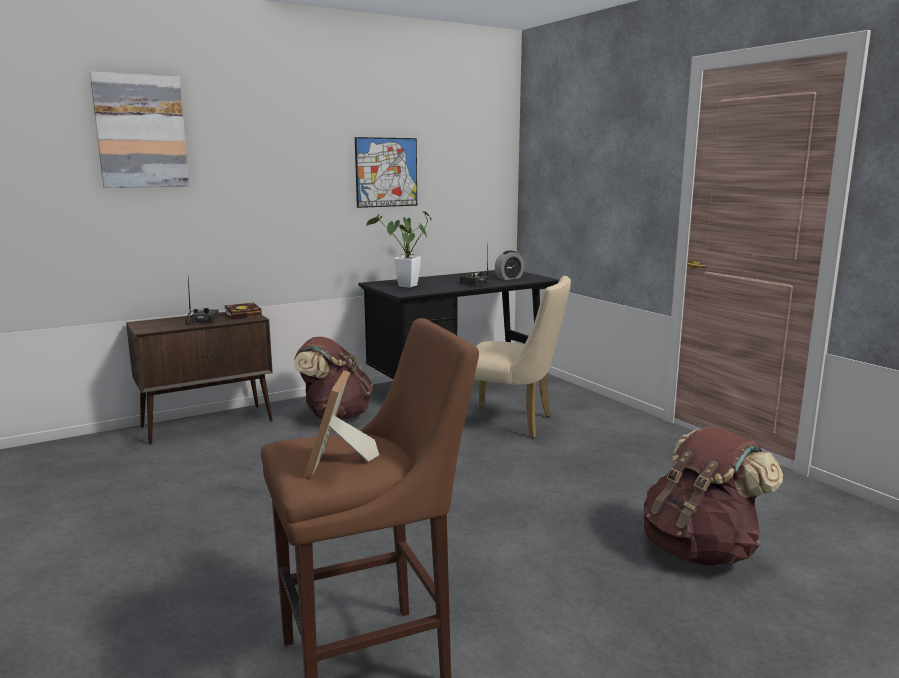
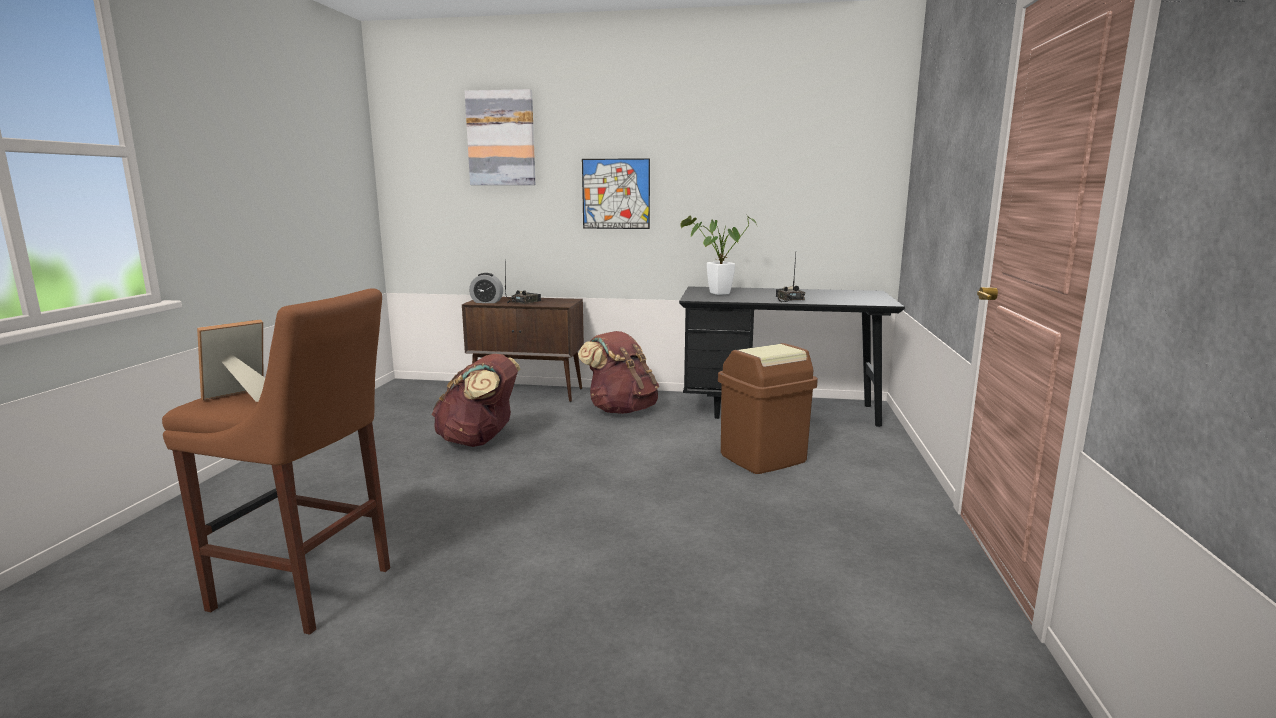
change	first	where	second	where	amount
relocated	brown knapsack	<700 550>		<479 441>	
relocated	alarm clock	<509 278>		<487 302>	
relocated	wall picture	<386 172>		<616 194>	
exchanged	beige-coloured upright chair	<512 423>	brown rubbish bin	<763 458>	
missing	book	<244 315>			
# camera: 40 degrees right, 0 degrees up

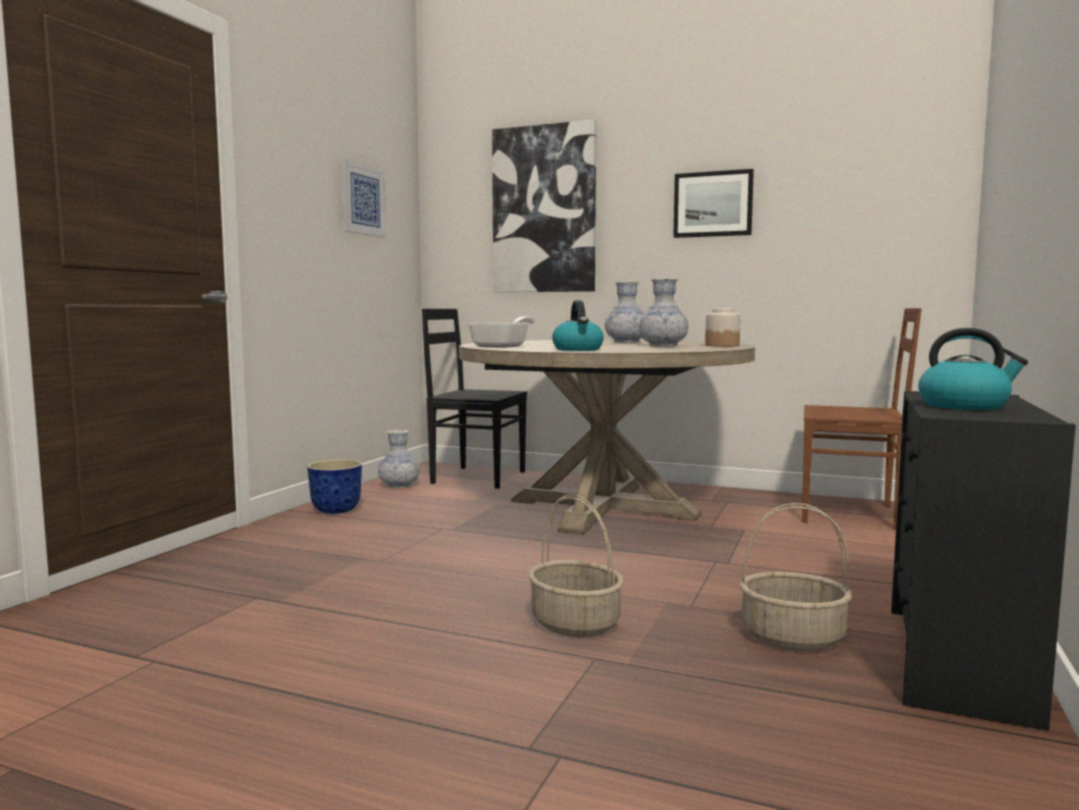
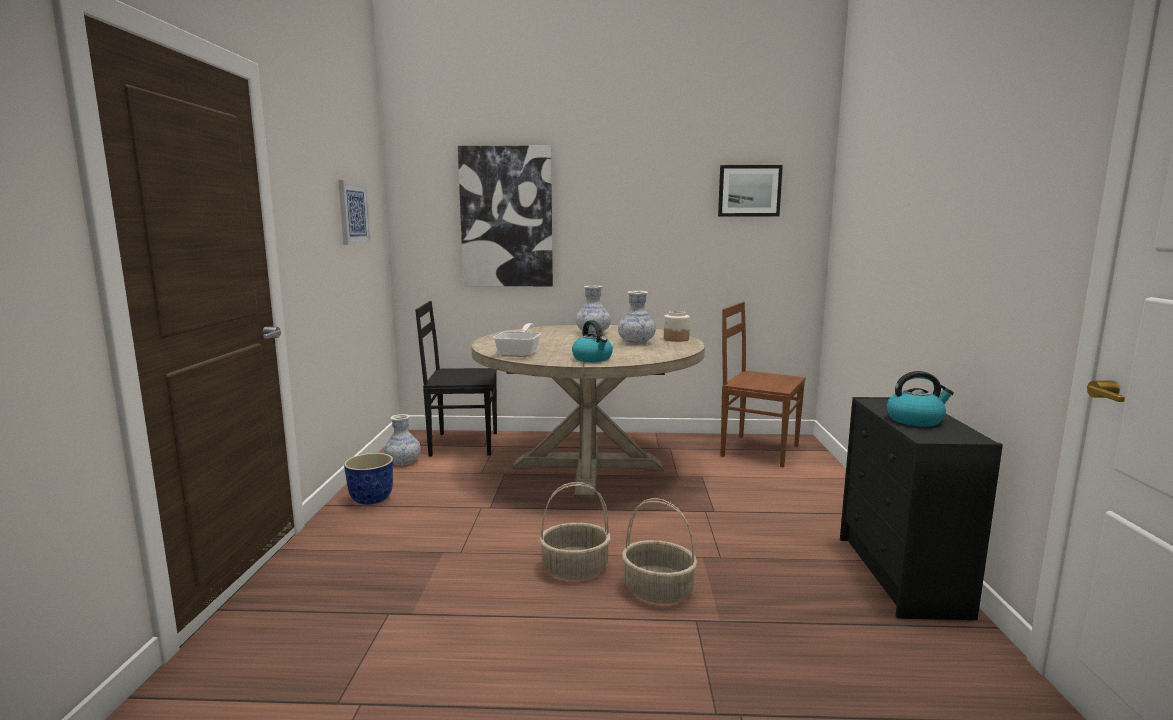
change	first	where	second	where	amount
relocated	storage basket	<793 637>		<575 568>	
relocated	wall picture	<713 204>		<749 191>	
spun	brown upright chair	<851 514>		<757 450>	150 degrees counterclockwise
# camera: 20 degrees left, 5 degrees up

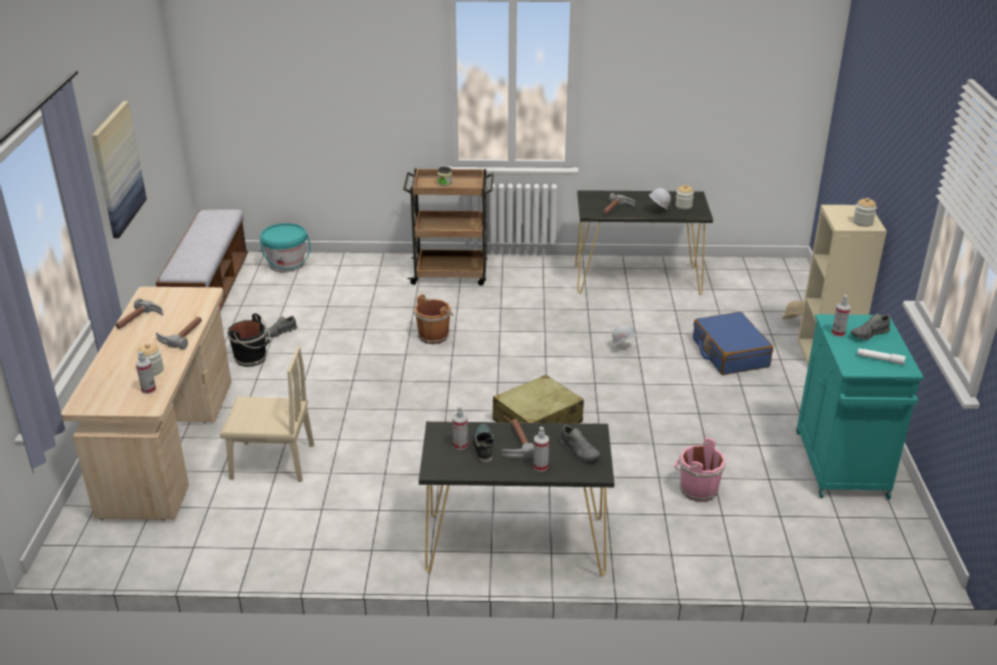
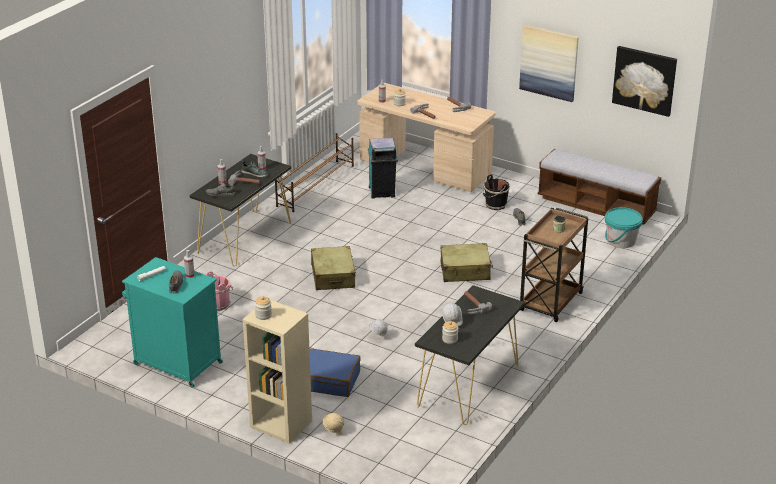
change	first	where	second	where	amount
appeared			brown shoe rack	<316 185>	
exchanged	beige-coloured upright chair	<272 461>	turquoise rubbish bin	<382 192>	
exchanged	brown bucket	<434 335>	beige-coloured suitcase	<465 271>	
appeared			wall picture	<644 80>	
# camera: 120 degrees right, 0 degrees up

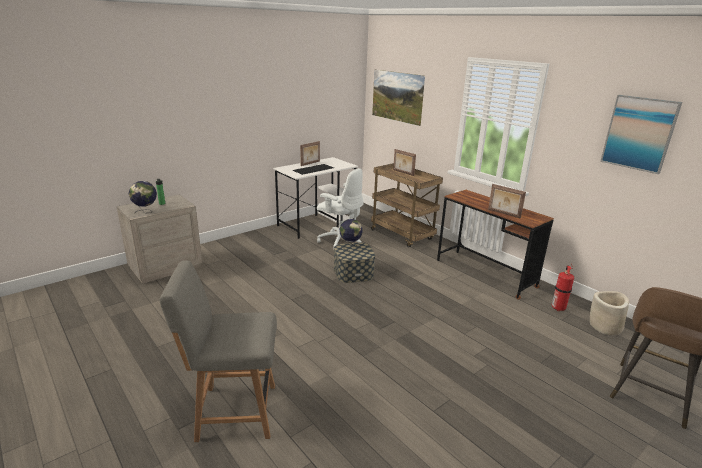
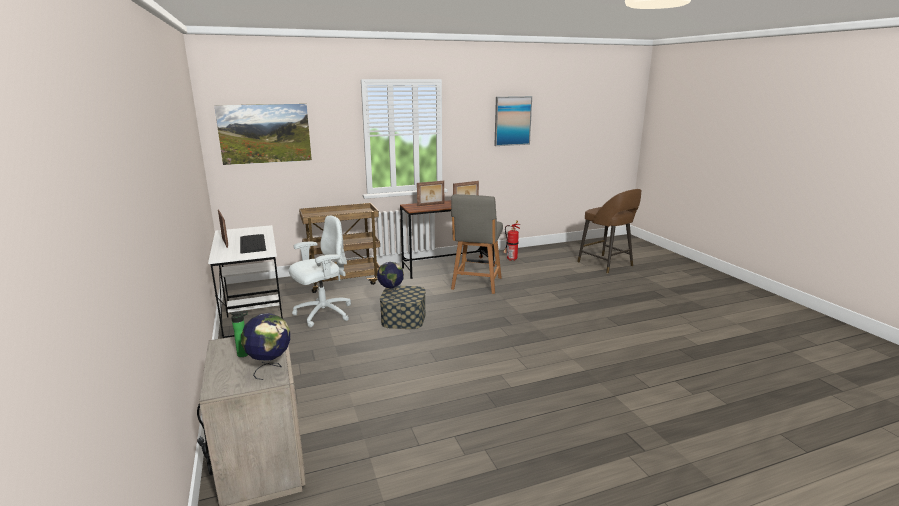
change	first	where	second	where	amount
relocated	standing frame	<403 173>		<431 205>	
relocated	greyish upright chair	<233 412>		<476 284>	
missing	beige-coloured flower pot	<605 327>			
# camera: 70 degrees left, 5 degrees down

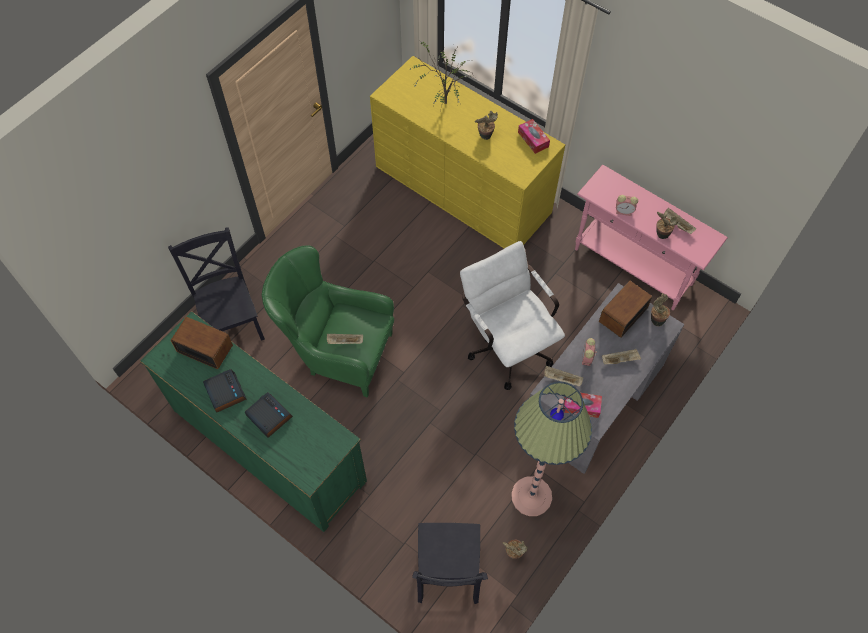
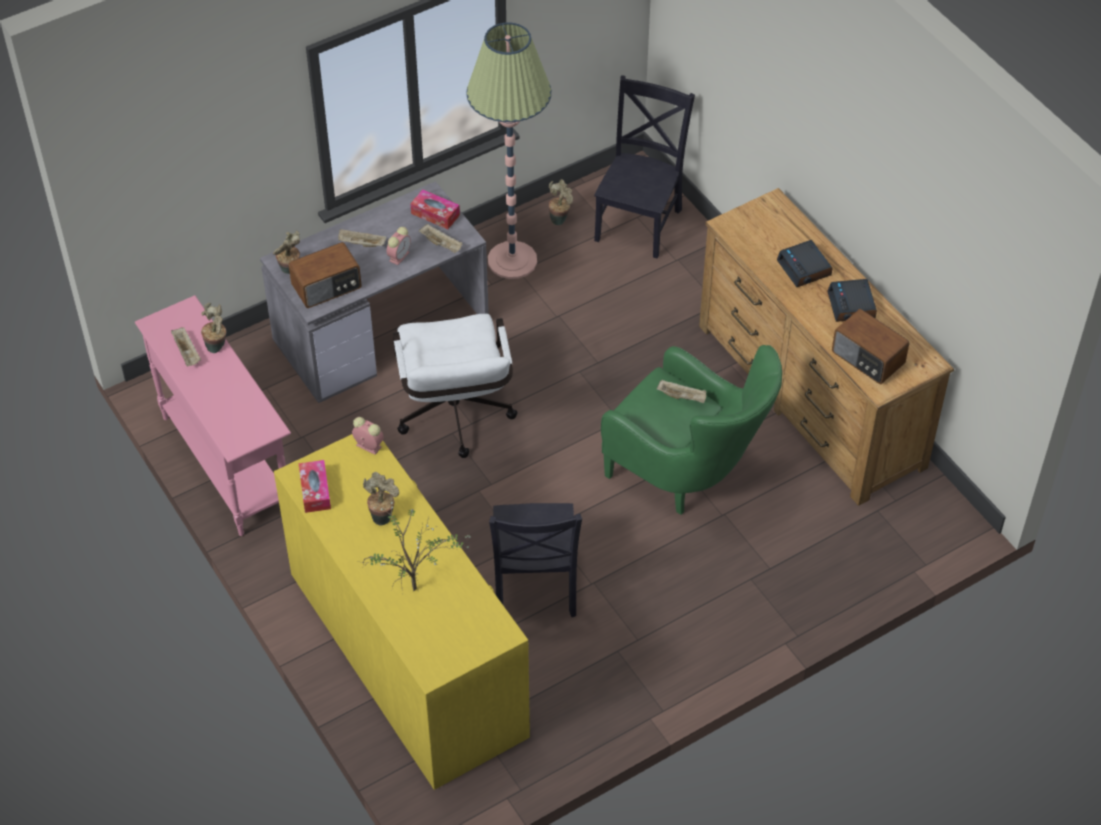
change	first	where	second	where	amount
relocated	alarm clock	<624 211>		<367 446>	
relocated	blackish upright chair	<232 322>		<534 587>	
colour	greenish drawer chest	<268 445>	brown drawer chest	<810 395>	
# camera: 160 degrees left, 10 degrees down

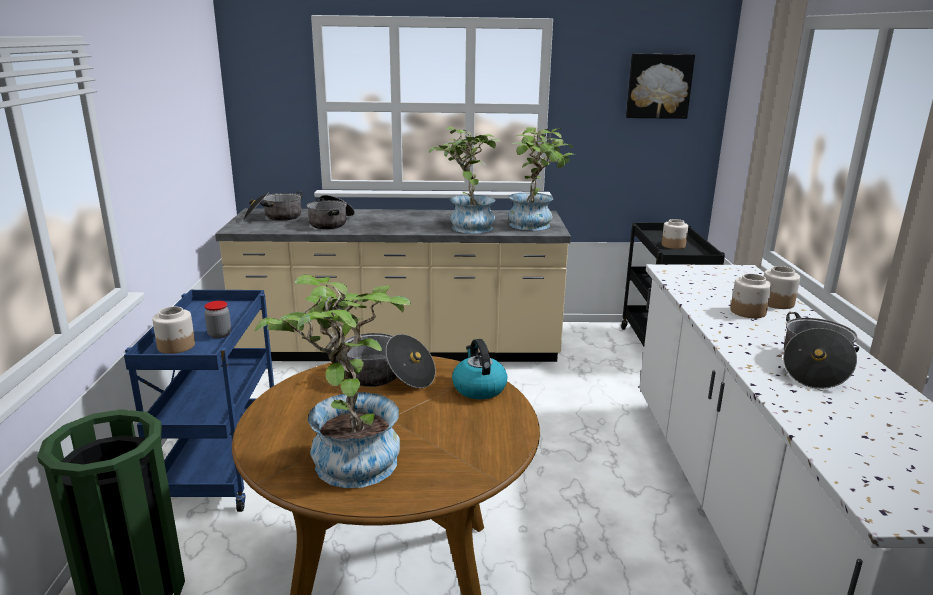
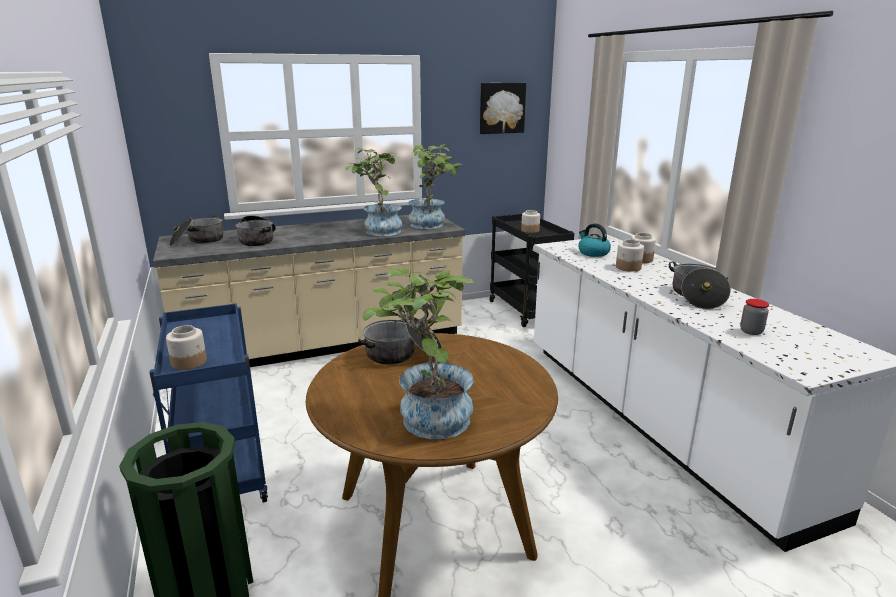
change	first	where	second	where	amount
relocated	water kettle	<478 388>		<593 253>	
relocated	storage jar	<219 335>		<751 331>	
# camera: 20 degrees left, 0 degrees up

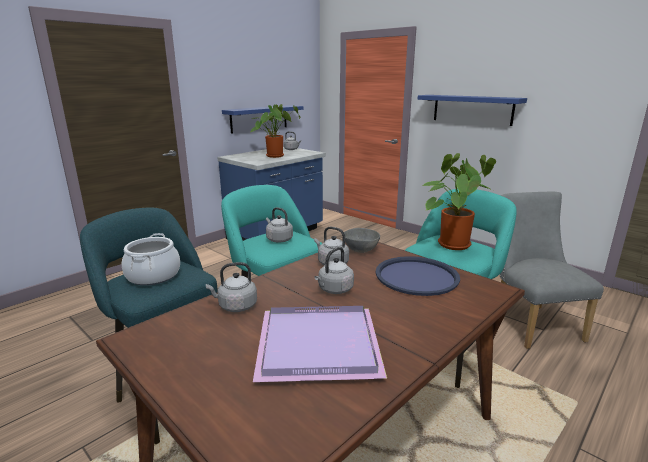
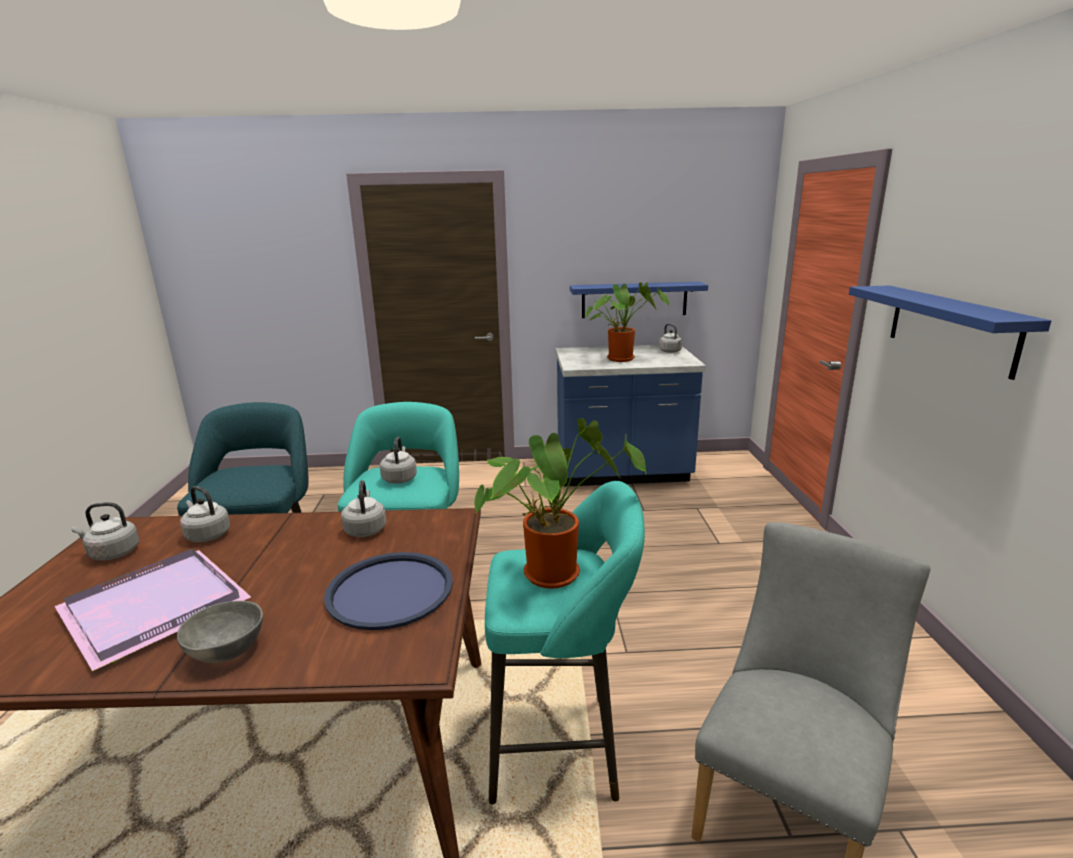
change	first	where	second	where	amount
relocated	greyish water kettle	<334 290>		<112 553>	
relocated	greyish bowl	<360 250>		<225 652>	
missing	cooking pot	<153 276>			
# camera: 45 degrees right, 0 degrees up

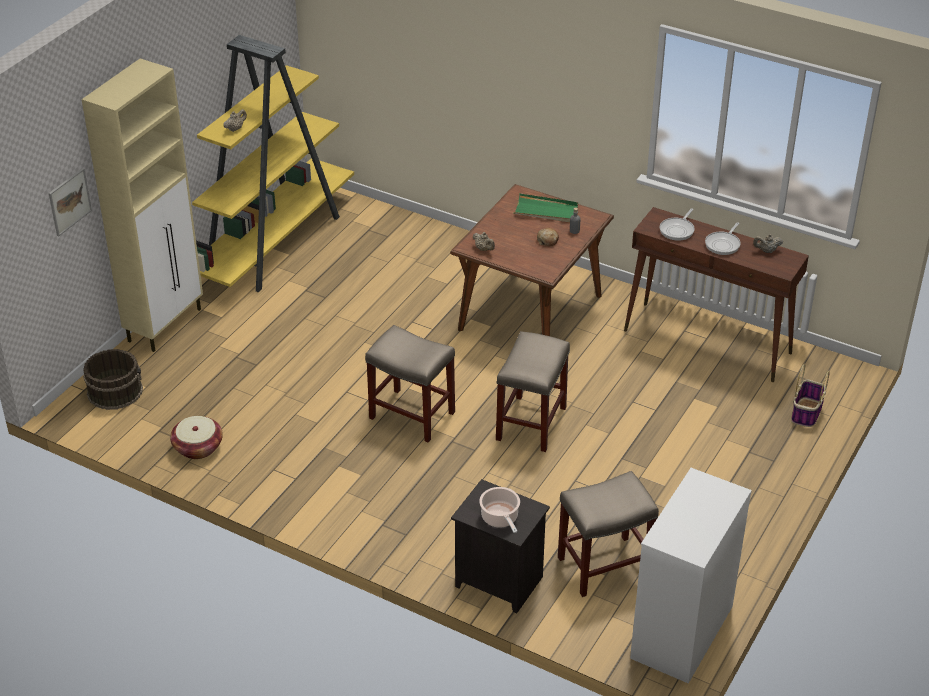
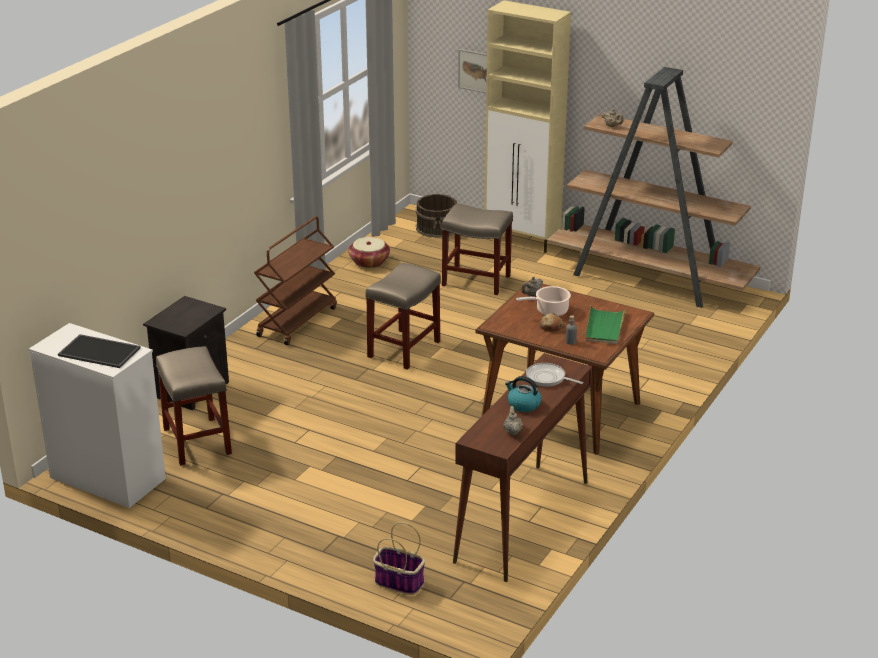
change	first	where	second	where	amount
appeared			tray	<100 351>	
appeared			brown cart	<297 321>	
relocated	beige-coloured stool seat	<531 422>		<477 281>	
exchanged	pan	<723 244>	water kettle	<523 404>	
relocated	cooking pot	<500 518>		<550 311>	
colour	yellowish bookshelf	<275 243>	brown bookshelf	<650 279>	
# camera: 90 degrees right, 10 degrees down

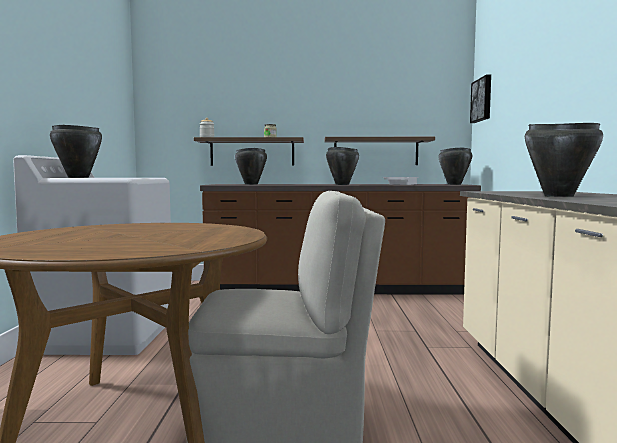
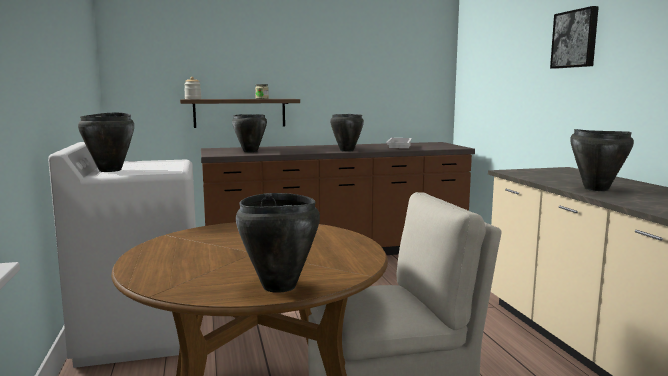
change	first	where	second	where	amount
relocated	blackish cooking pot	<454 184>		<278 286>	
relocated	wall picture	<482 100>		<575 39>	
missing	wall shelf	<376 152>			
# camera: 15 degrees left, 5 degrees up

